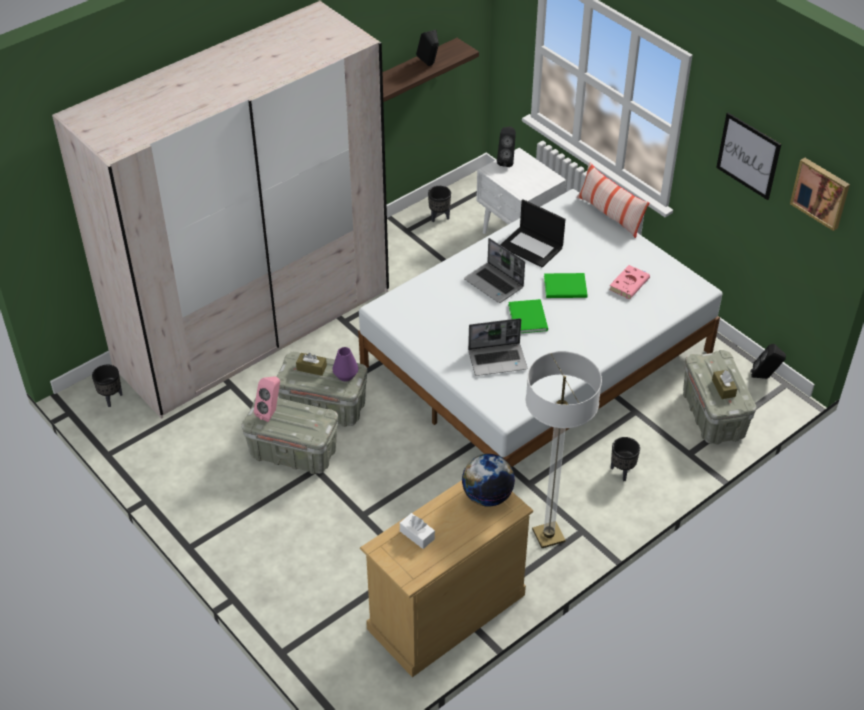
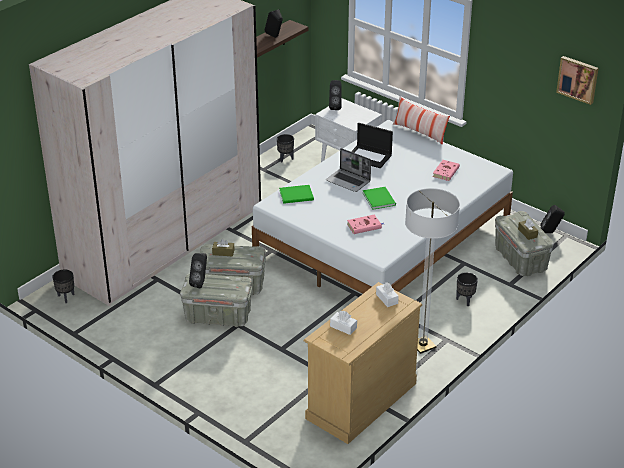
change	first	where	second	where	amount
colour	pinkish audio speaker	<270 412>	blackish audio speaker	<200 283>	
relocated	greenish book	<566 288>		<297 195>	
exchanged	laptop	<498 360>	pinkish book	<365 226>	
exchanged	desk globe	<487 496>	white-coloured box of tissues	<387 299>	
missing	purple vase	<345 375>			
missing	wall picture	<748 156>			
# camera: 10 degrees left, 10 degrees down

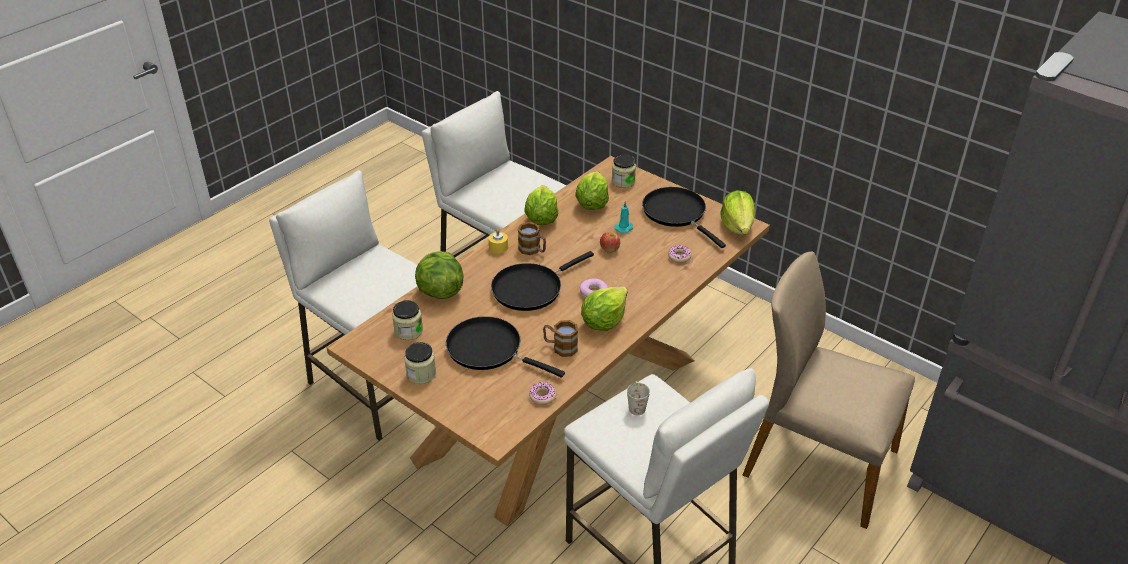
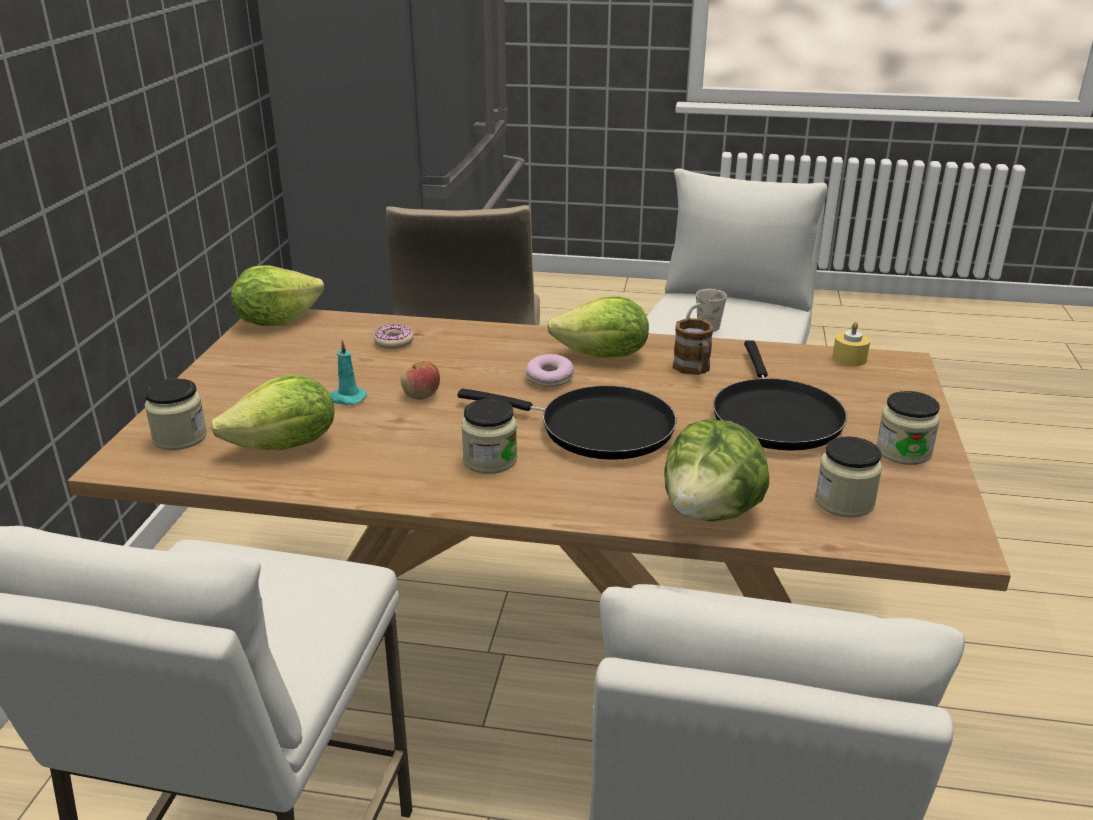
change	first	where	second	where	amount
exchanged	mug	<533 250>	storage jar	<490 460>	
relocated	yellowish wax light	<498 247>		<849 358>	
missing	lettuce	<541 218>			
missing	doughnut	<542 396>			
missing	blackish pan	<677 213>			
# camera: 120 degrees left, 10 degrees down

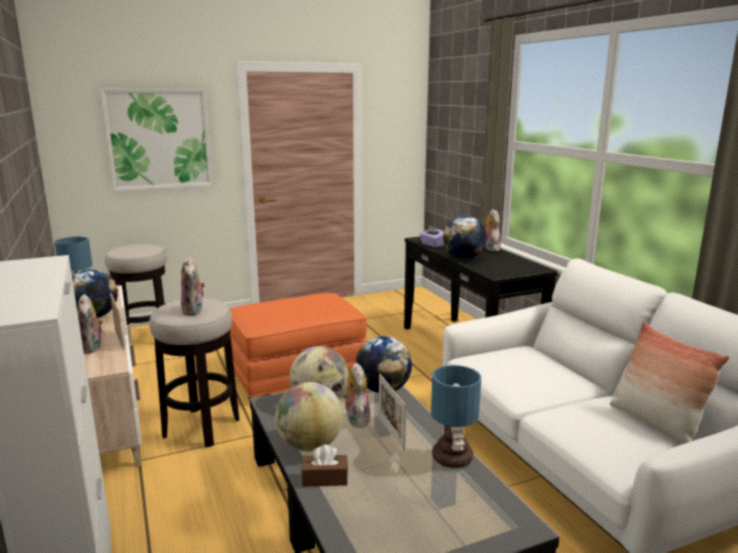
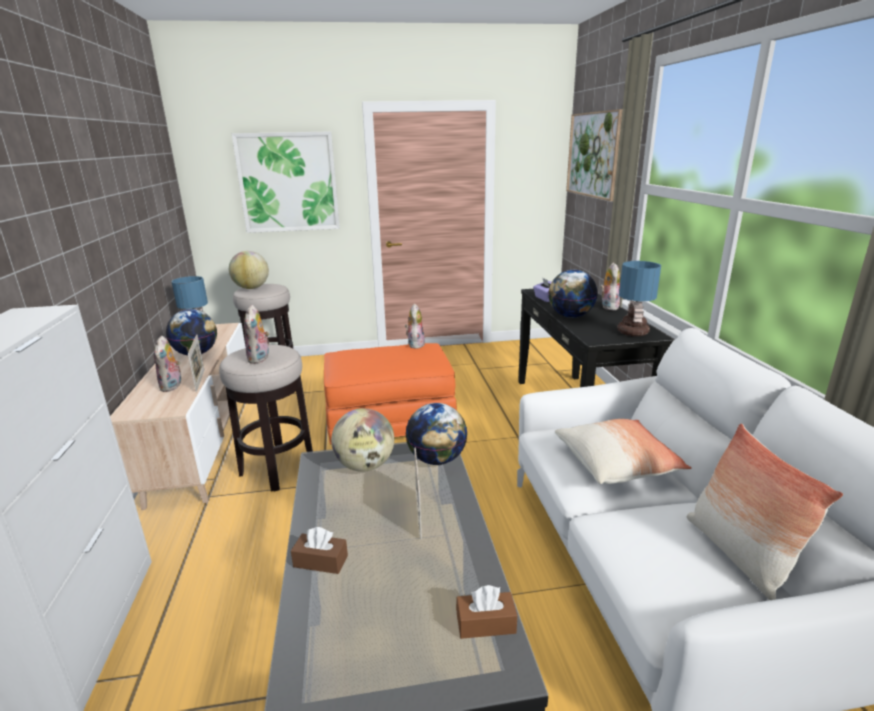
change	first	where	second	where	amount
relocated	desk globe	<310 445>		<251 288>	
relocated	cuddly toy	<356 419>		<415 344>	
appeared			brown box of tissues	<486 623>	
appeared			cushion	<617 464>	
appeared			wall picture	<594 154>	
relocated	table lamp	<453 459>		<633 332>	
# camera: 15 degrees right, 5 degrees up

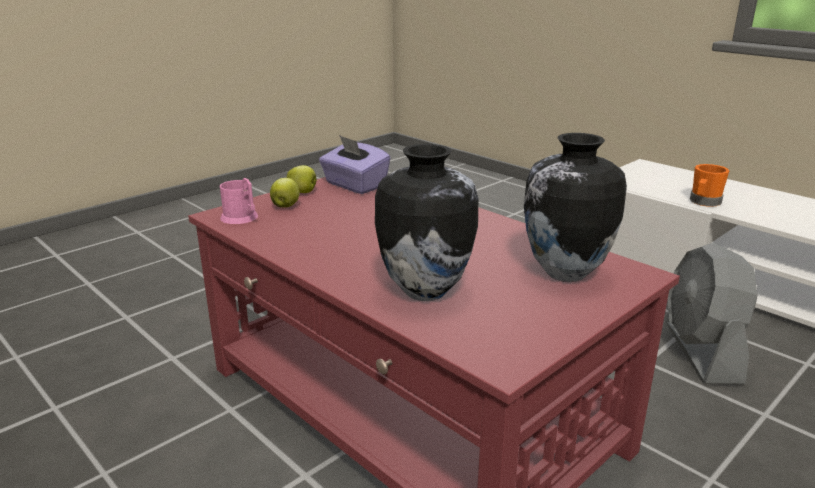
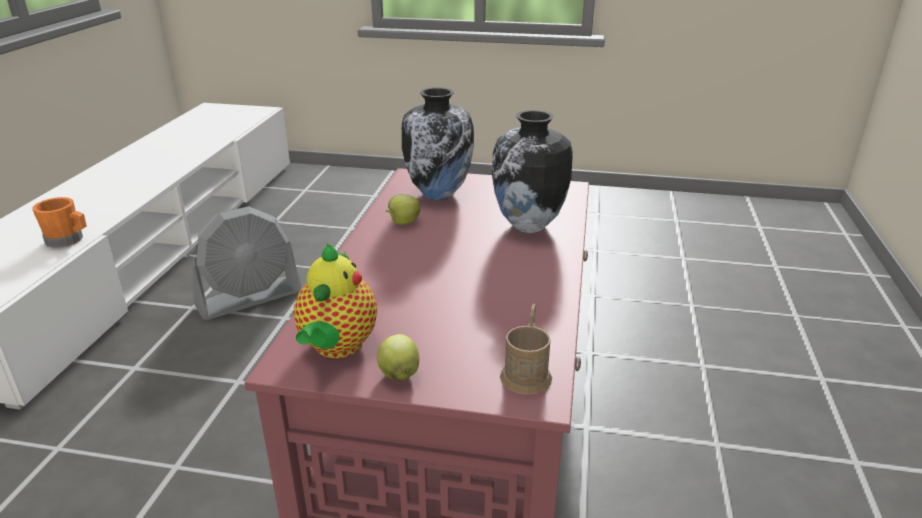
change	first	where	second	where	amount
exchanged	purple box of tissues	<354 185>	pot for tea	<337 347>	
relocated	apple fruit	<285 206>		<403 222>	
colour	pinkish mug	<242 218>	brown mug	<527 372>	
# camera: 125 degrees left, 5 degrees up

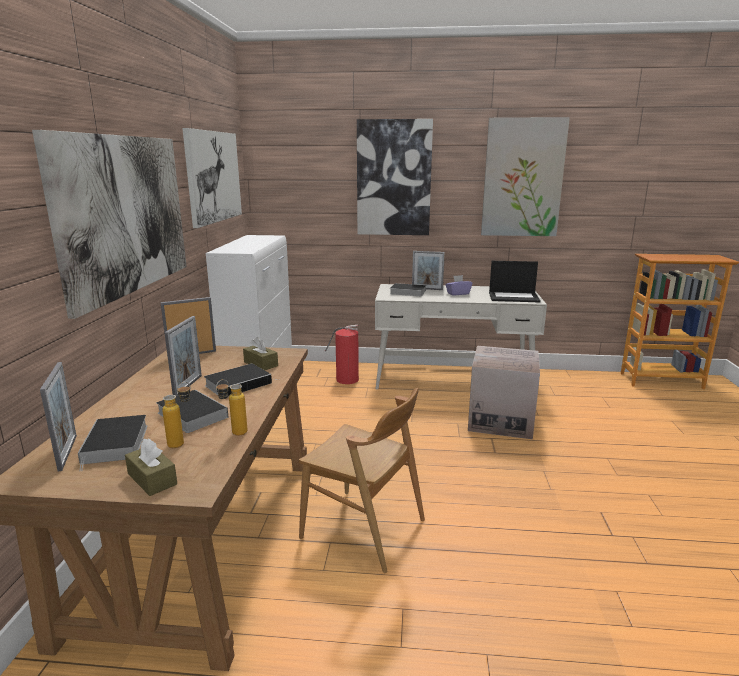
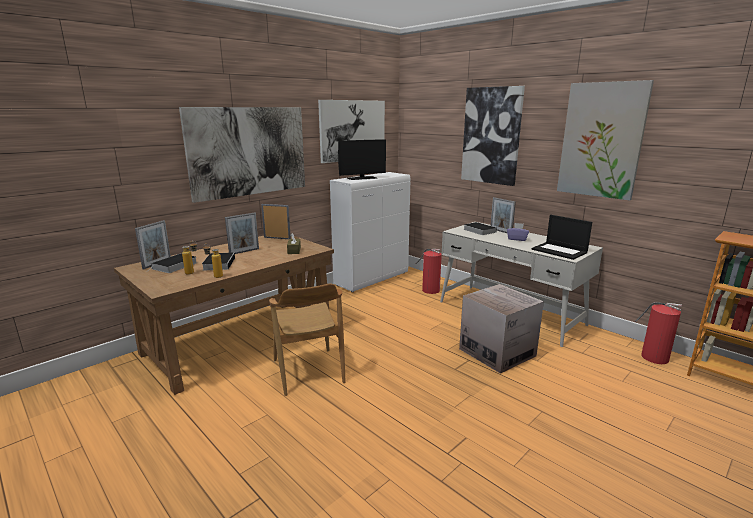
change	first	where	second	where	amount
appeared			computer screen	<362 178>	
appeared			fire extinguisher	<653 357>	
missing	brown box of tissues	<152 479>			
missing	book	<239 383>			
# camera: 40 degrees right, 0 degrees up

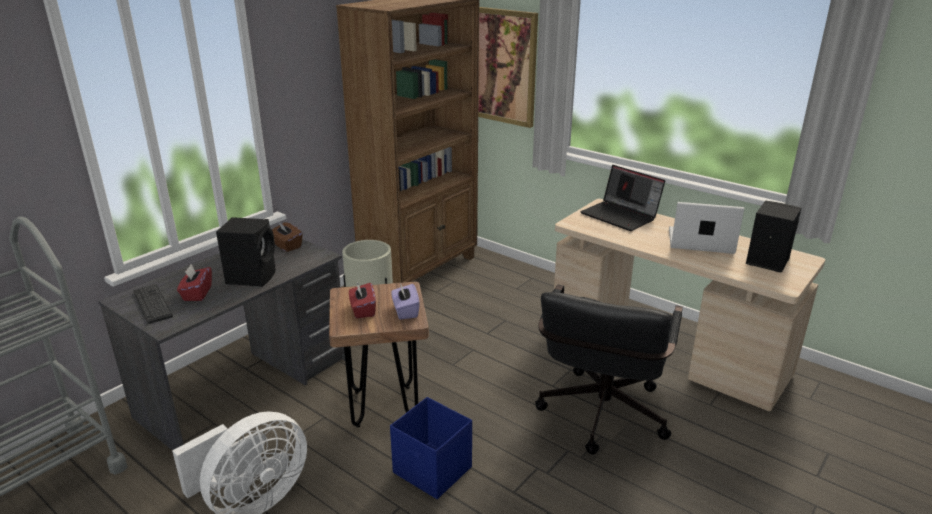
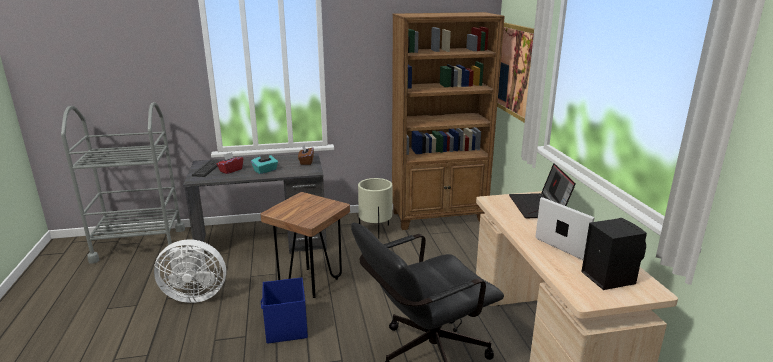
change	first	where	second	where	amount
exchanged	blackish audio speaker	<252 276>	turquoise box of tissues	<265 171>	
missing	red-coloured box of tissues	<363 310>			
missing	purple box of tissues	<405 311>			
# camera: 40 degrees right, 5 degrees down

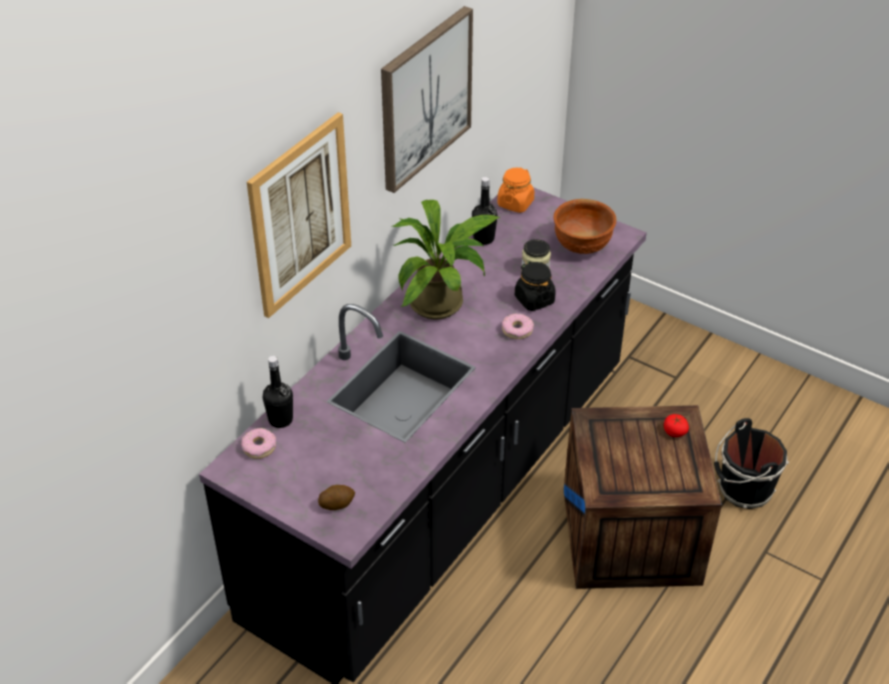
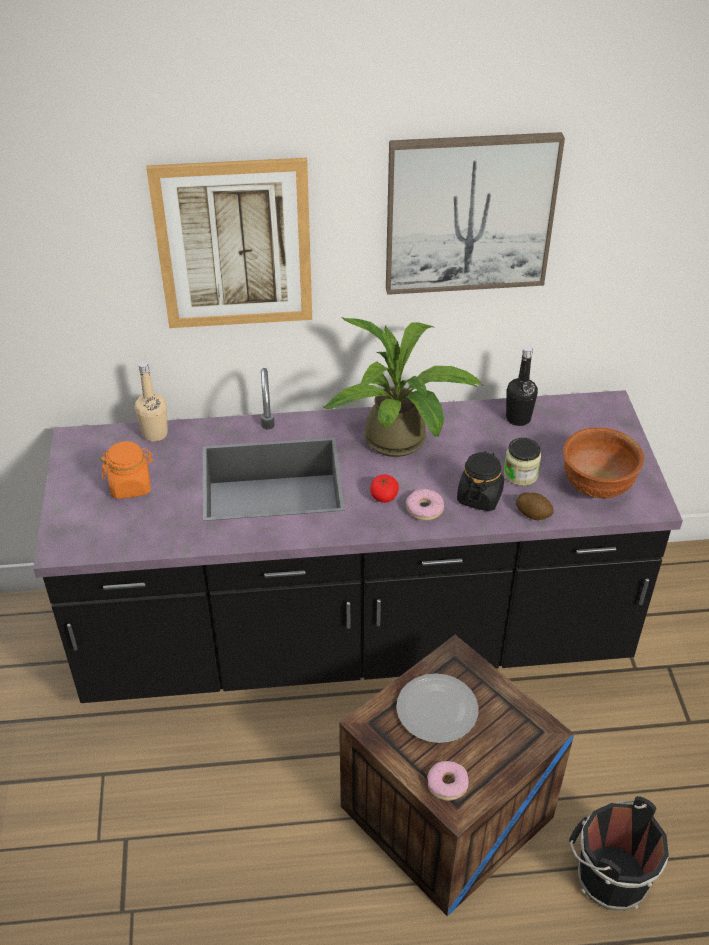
change	first	where	second	where	amount
relocated	orangey storage jar	<515 203>		<131 486>	
colour	blackish bottle	<280 420>	beige-coloured bottle	<155 434>	
relocated	tomato	<674 431>		<383 496>	
appeared			dinner plate	<437 711>	
relocated	doughnut	<259 447>		<447 784>	
relocated	whole potato	<337 504>		<533 513>	
# camera: 50 degrees right, 0 degrees up

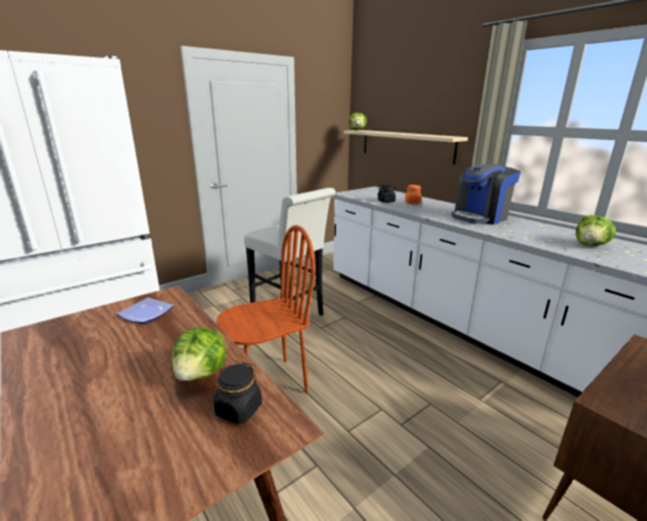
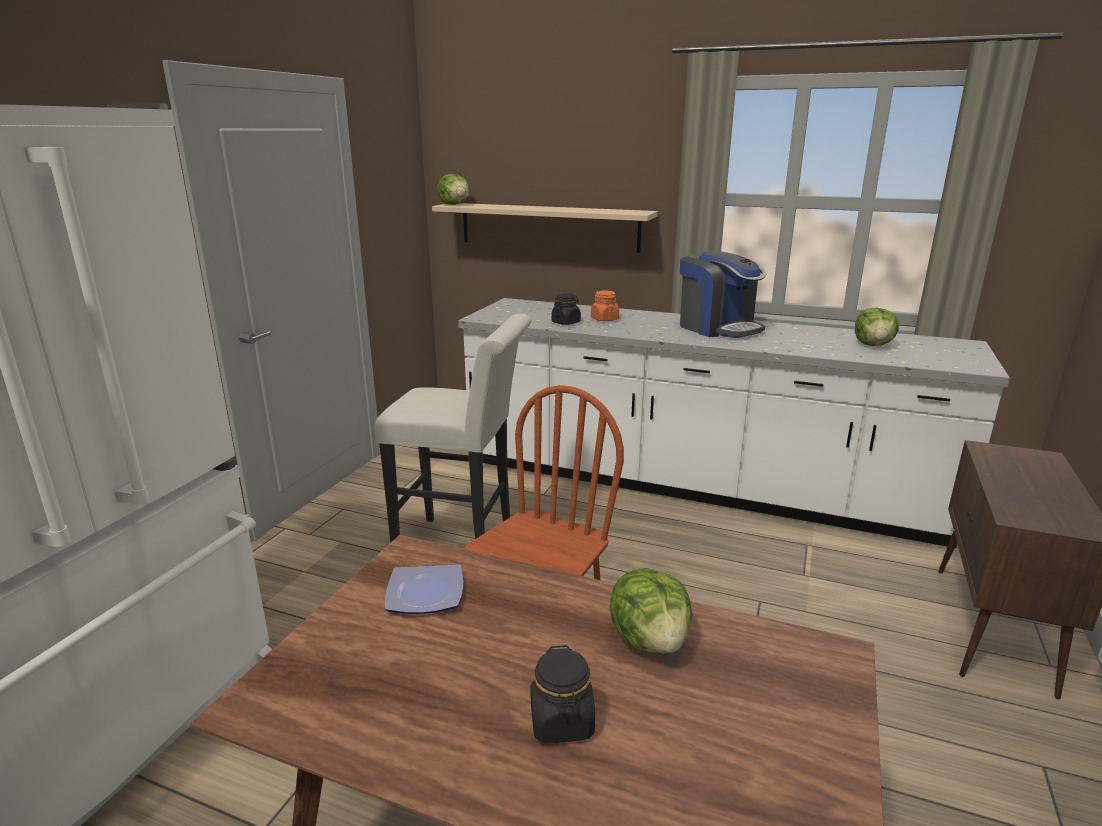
change	first	where	second	where	amount
relocated	blackish storage jar	<238 410>		<562 722>	
spun	coffee maker	<480 217>		<718 328>	60 degrees counterclockwise
# camera: 30 degrees left, 0 degrees up

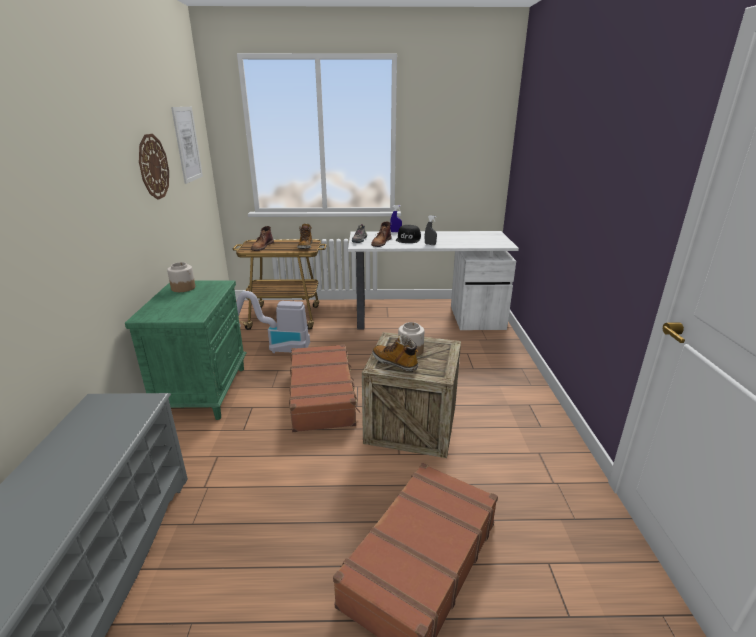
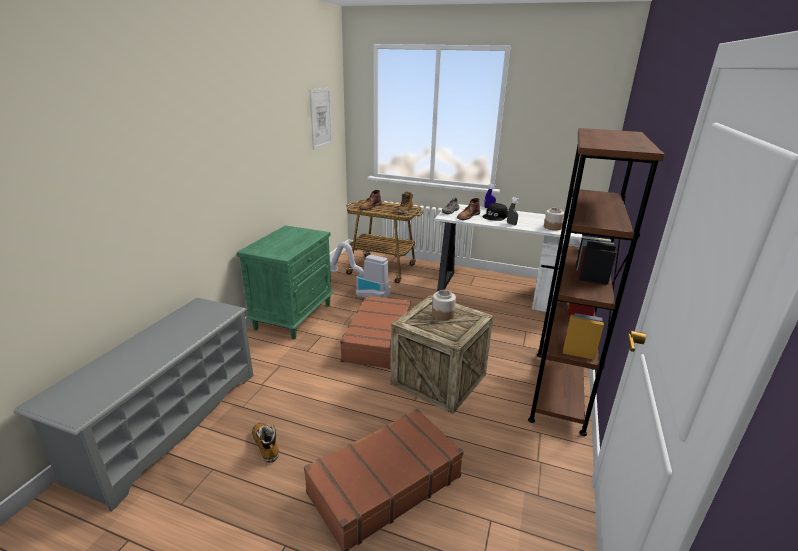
change	first	where	second	where	amount
relocated	tall boot	<395 363>		<266 446>	
appeared			brown bookshelf	<558 390>	
relocated	storage jar	<183 288>		<552 227>	
missing	wall clock	<153 167>			
# camera: 20 degrees right, 0 degrees up

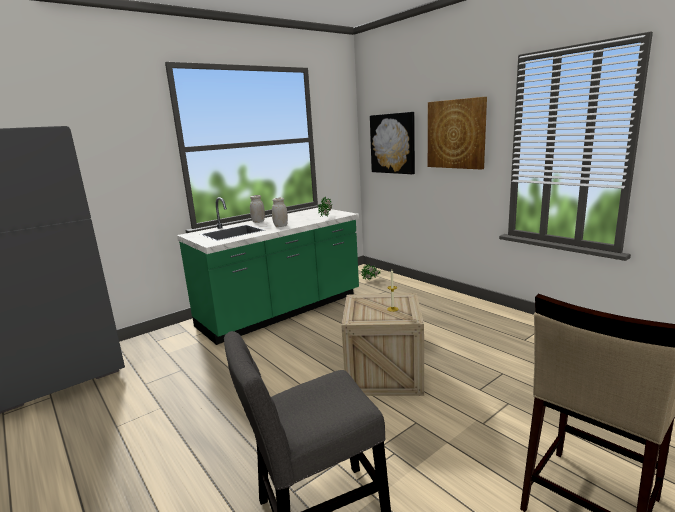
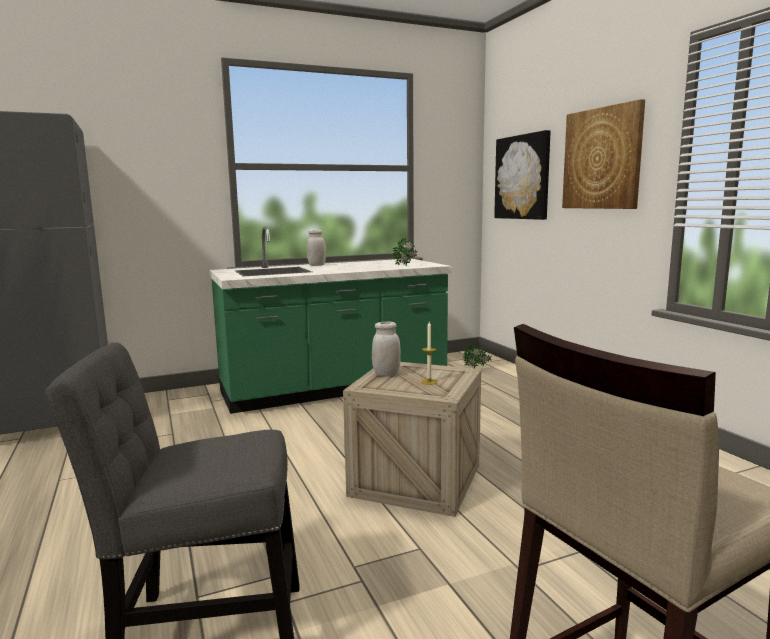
change	first	where	second	where	amount
relocated	white-coloured storage jar	<280 226>		<386 374>	
# camera: 15 degrees right, 5 degrees down

